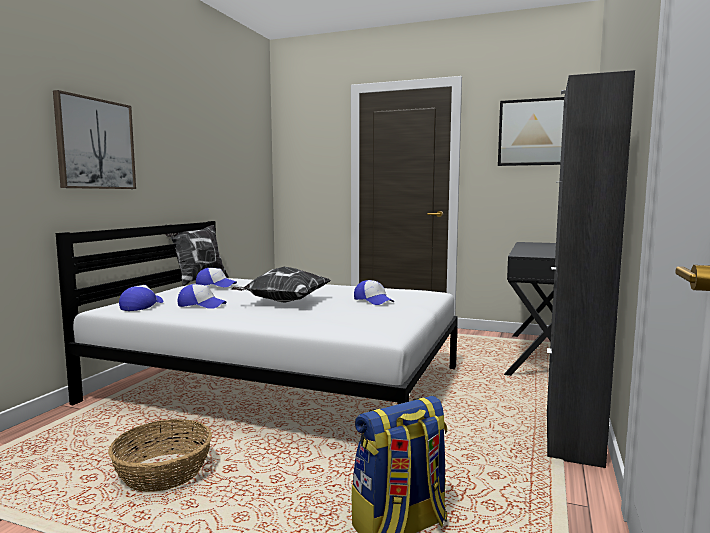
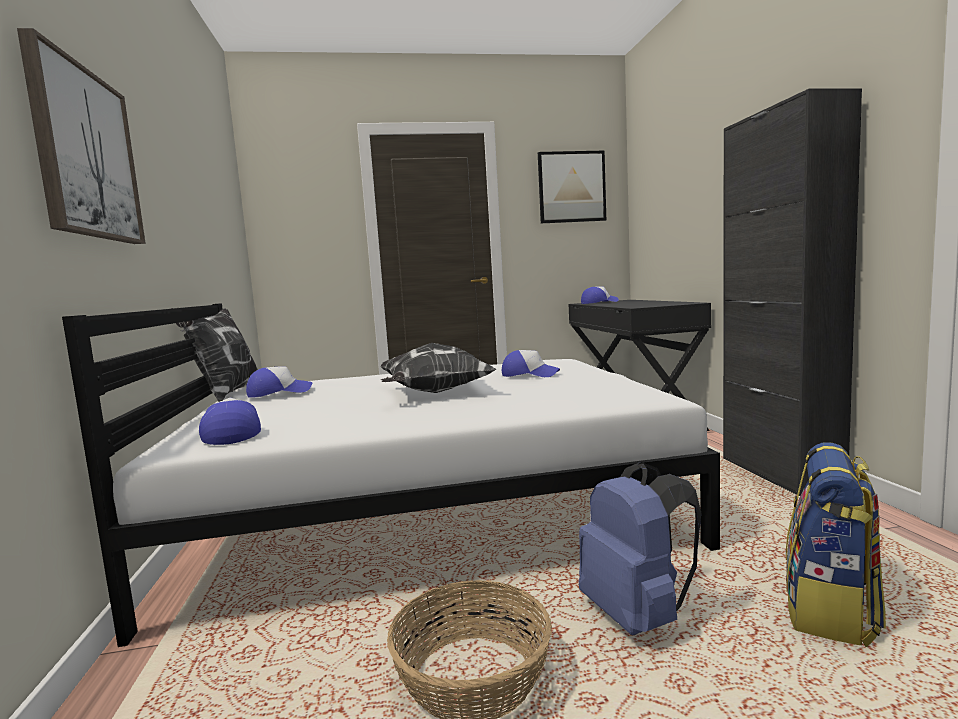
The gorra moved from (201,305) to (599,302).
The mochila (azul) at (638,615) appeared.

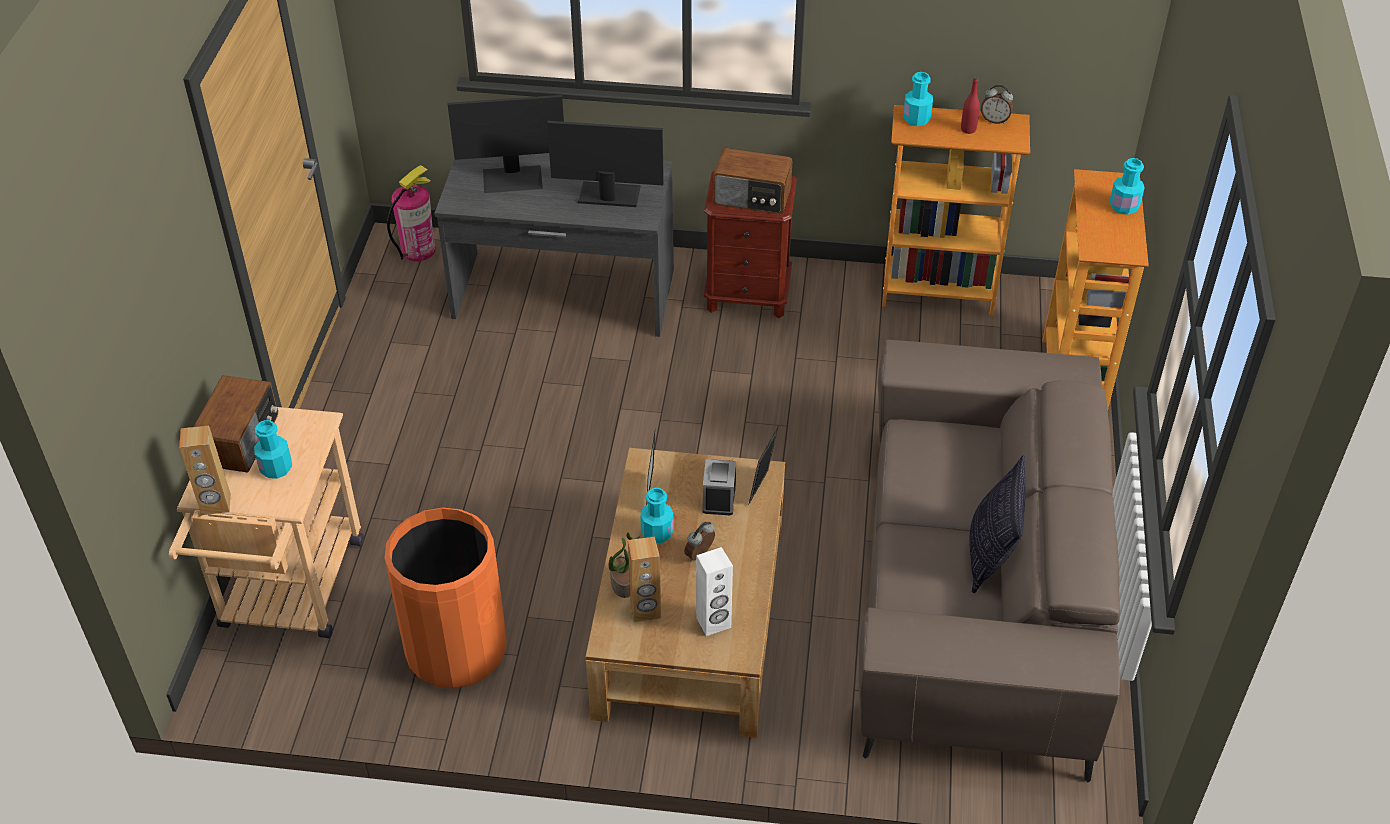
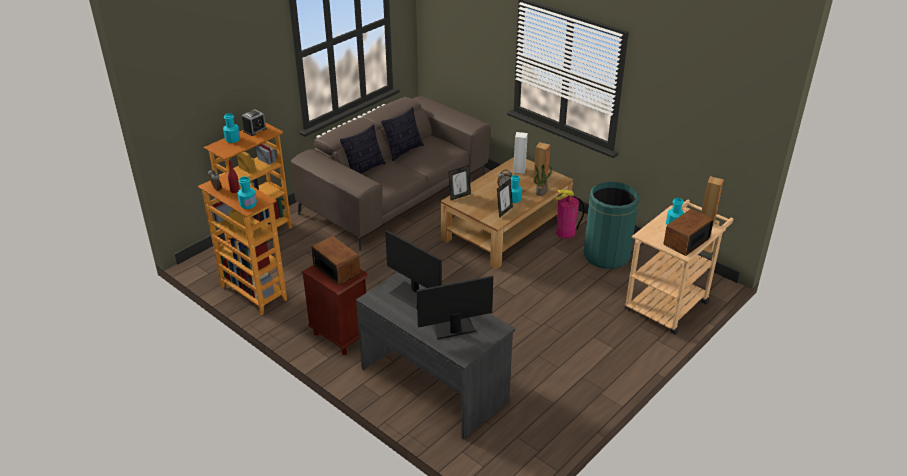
The monitor at (513,178) turned 45 degrees counterclockwise.
The extintor moved from (418,249) to (565,233).
The despertador moved from (719,498) to (255,130).
The papelera (naranja) at (456,648) became the papelera (verde) at (606,255).
The cojín at (364,169) appeared.

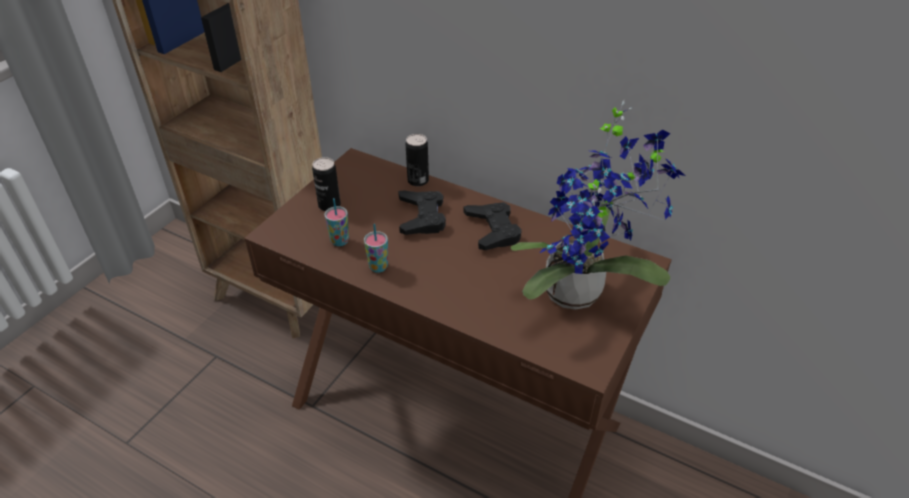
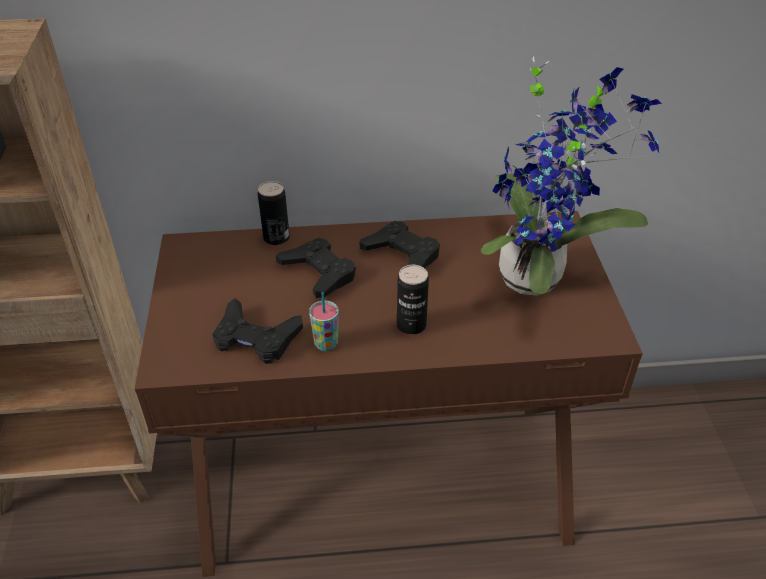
The lata moved from (329,205) to (411,325).
The taza at (340,241) was replaced by the mando de consola (negro) at (256,338).

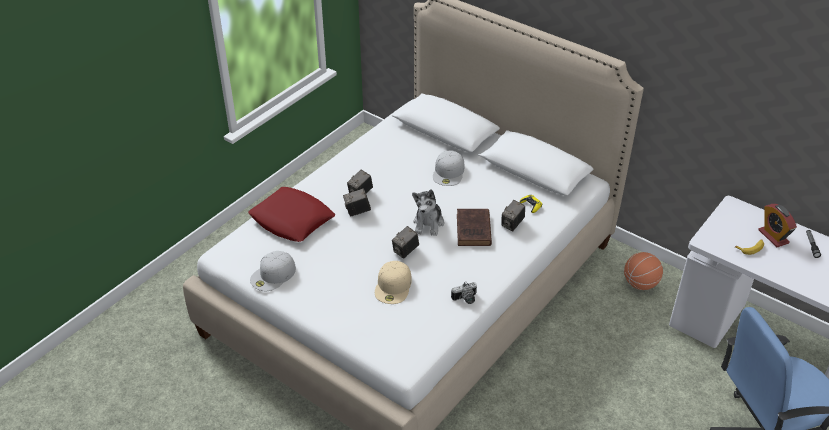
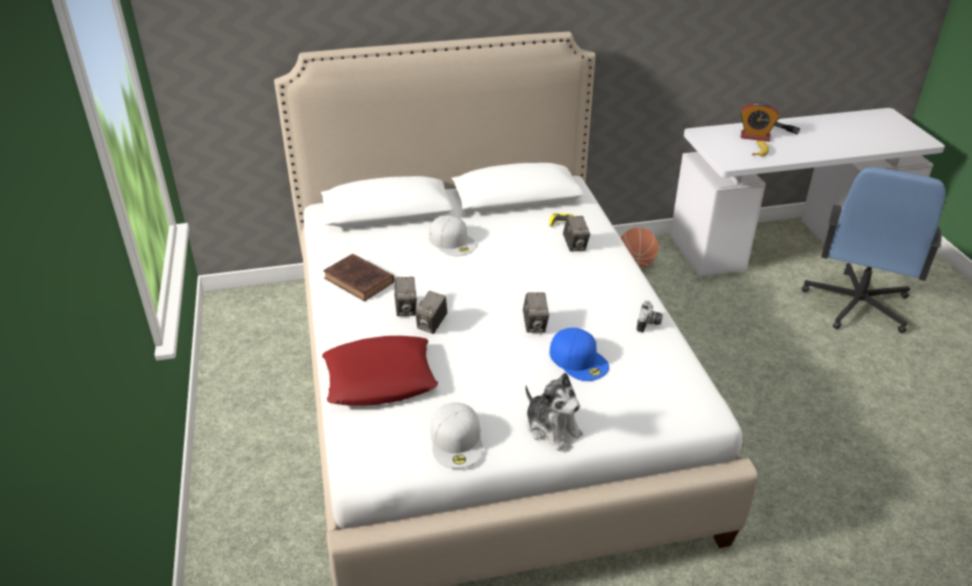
The peluche moved from (428,223) to (552,428).
The libro (marrón) moved from (473,231) to (360,281).
The gorra (beis) at (393,286) became the gorra (azul) at (579,360).

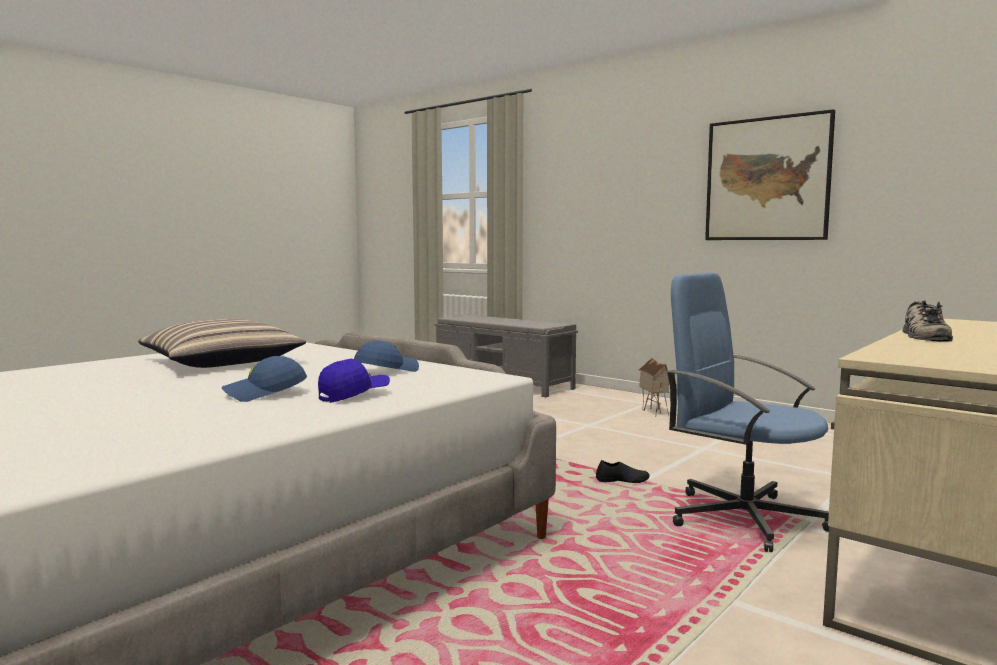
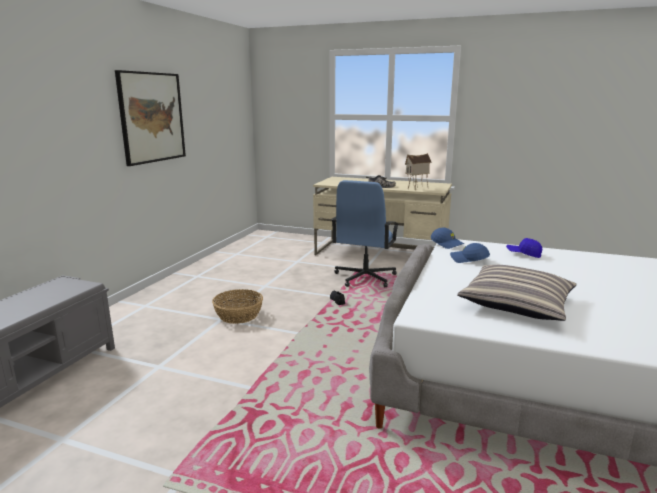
The gorra (azul) moved from (265,394) to (447,244).
The casita moved from (653,412) to (417,188).
The cesta at (239,315) appeared.

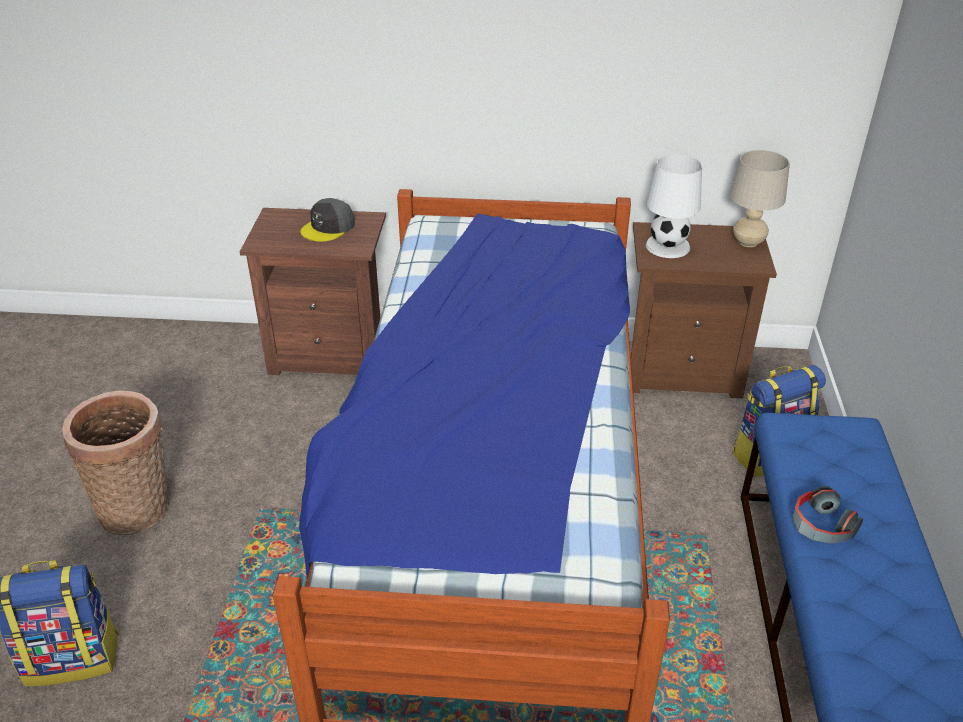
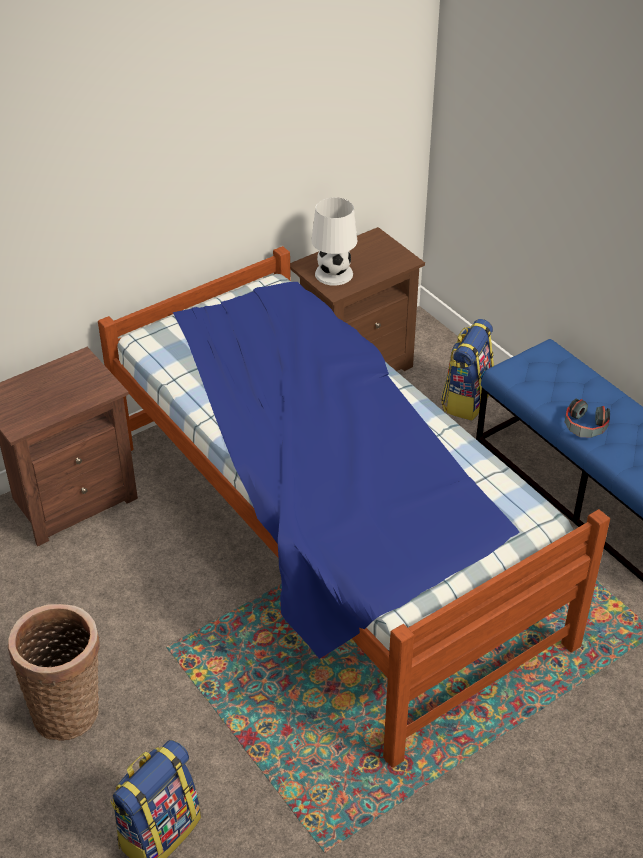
The lámpara de mesa (beis) at (748,242) disappeared.
The gorra (gris) at (328,227) disappeared.

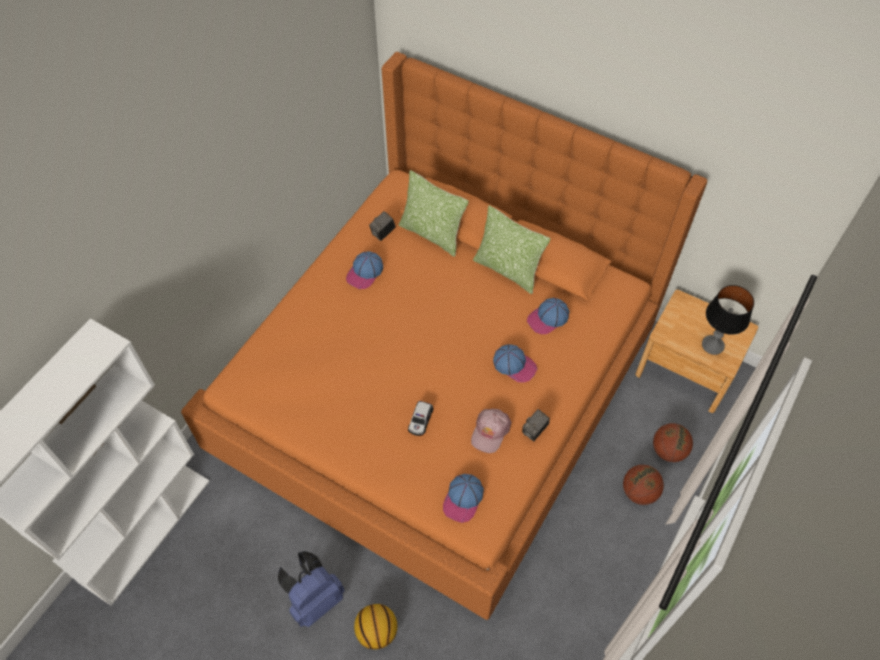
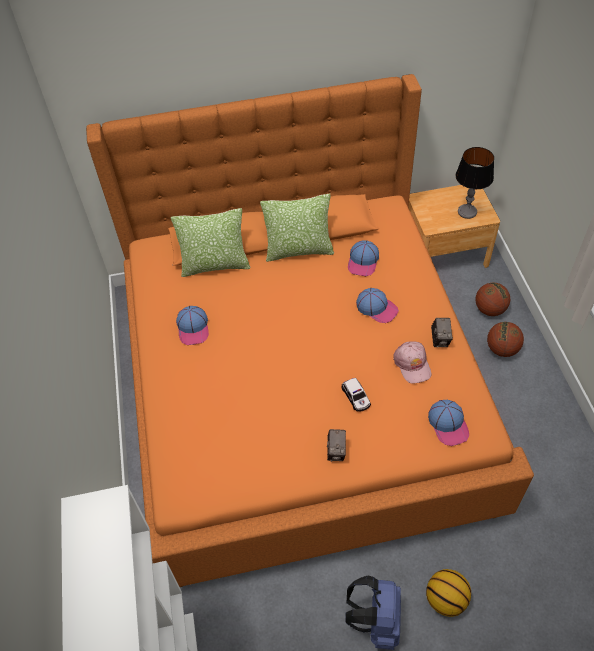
The cámara moved from (383,233) to (336,451).
The gorra at (514,365) turned 45 degrees clockwise.

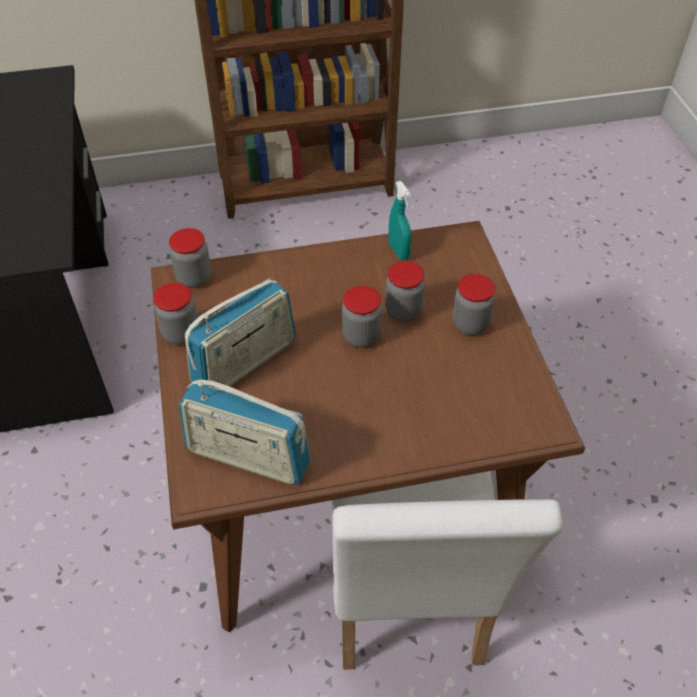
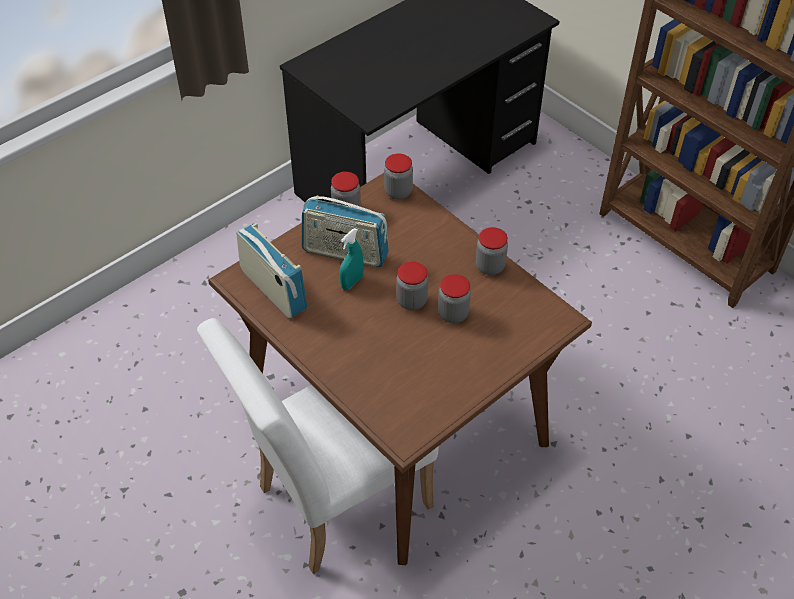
The pulverizador (turquesa) moved from (398,251) to (352,282).
The tarro moved from (470,324) to (490,266).
The radio at (248,457) turned 150 degrees clockwise.

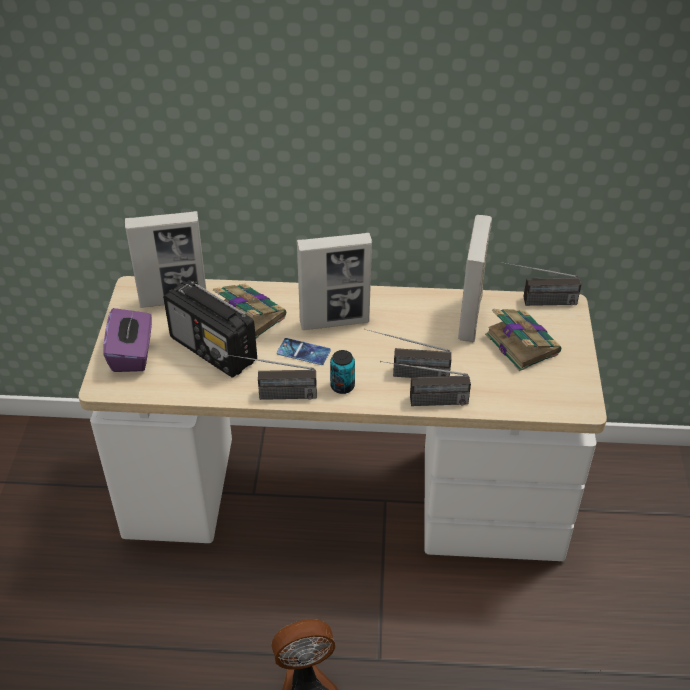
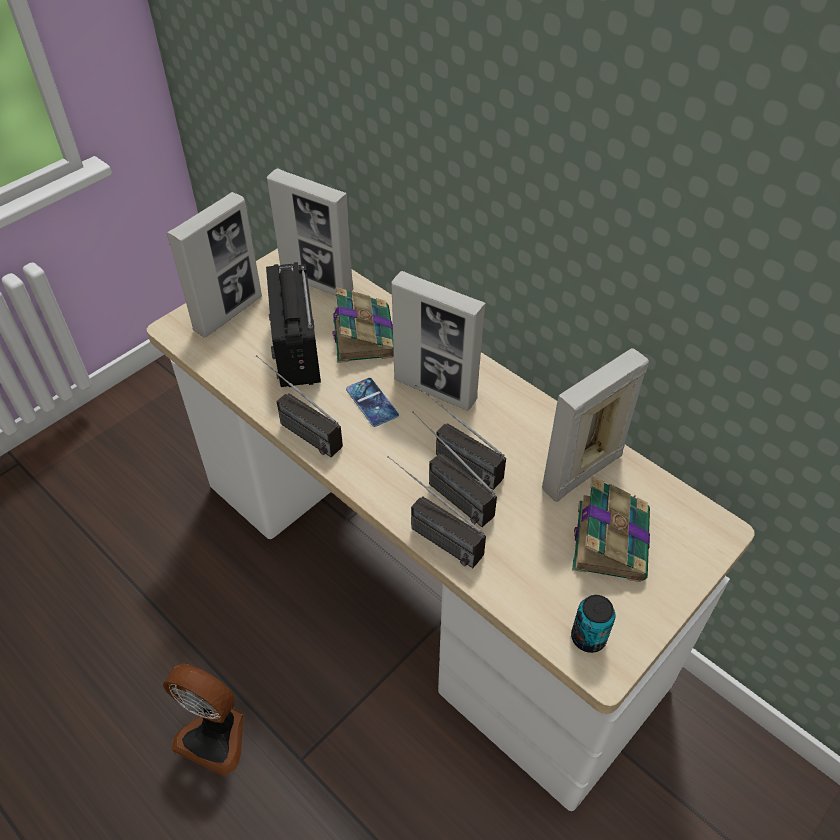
The radio moved from (536,302) to (452,458).
The caja de pañuelos (morado) at (132,354) was replaced by the portarretratos at (228,313).
The lata moved from (342,386) to (588,637).

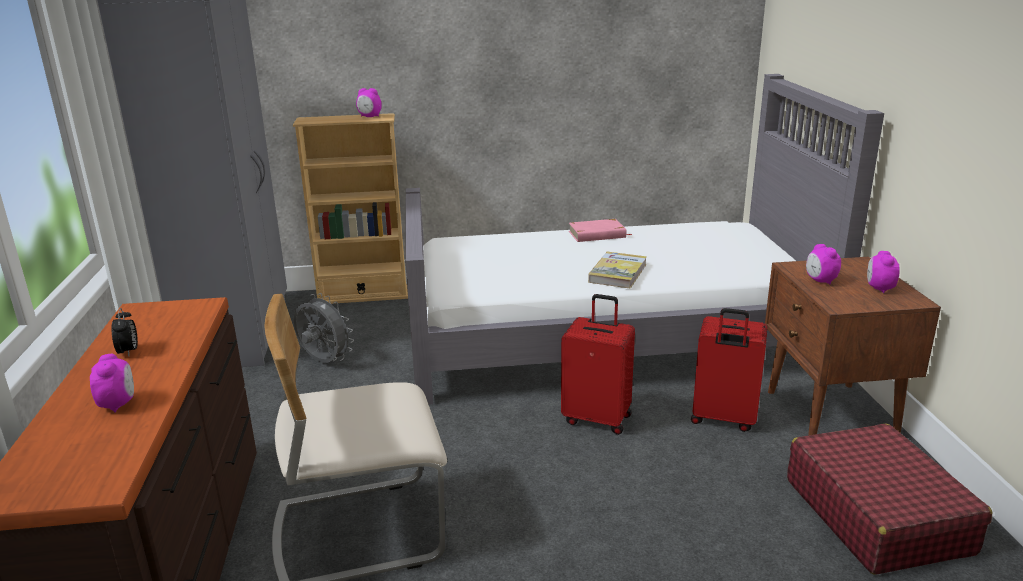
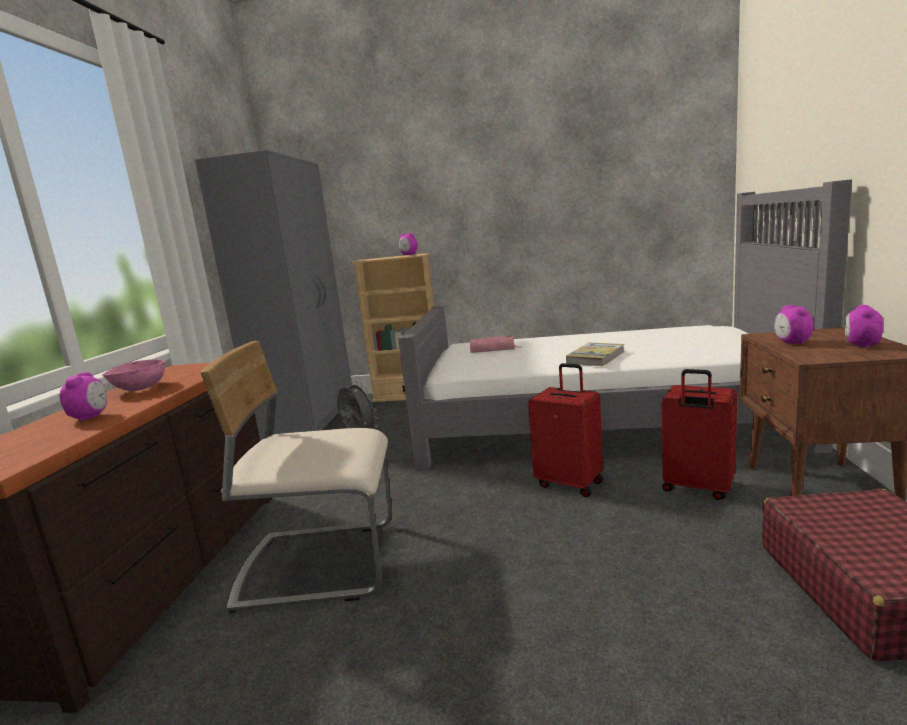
The libro (rosa) moved from (597,234) to (492,348).
The despertador at (129,352) was replaced by the cuenco (rosa) at (139,389).

